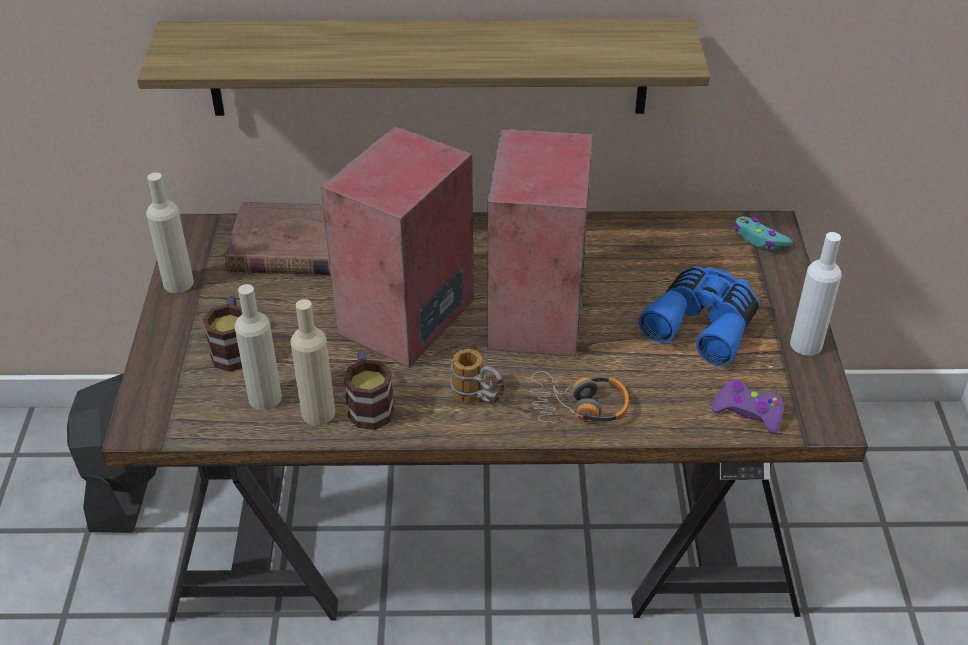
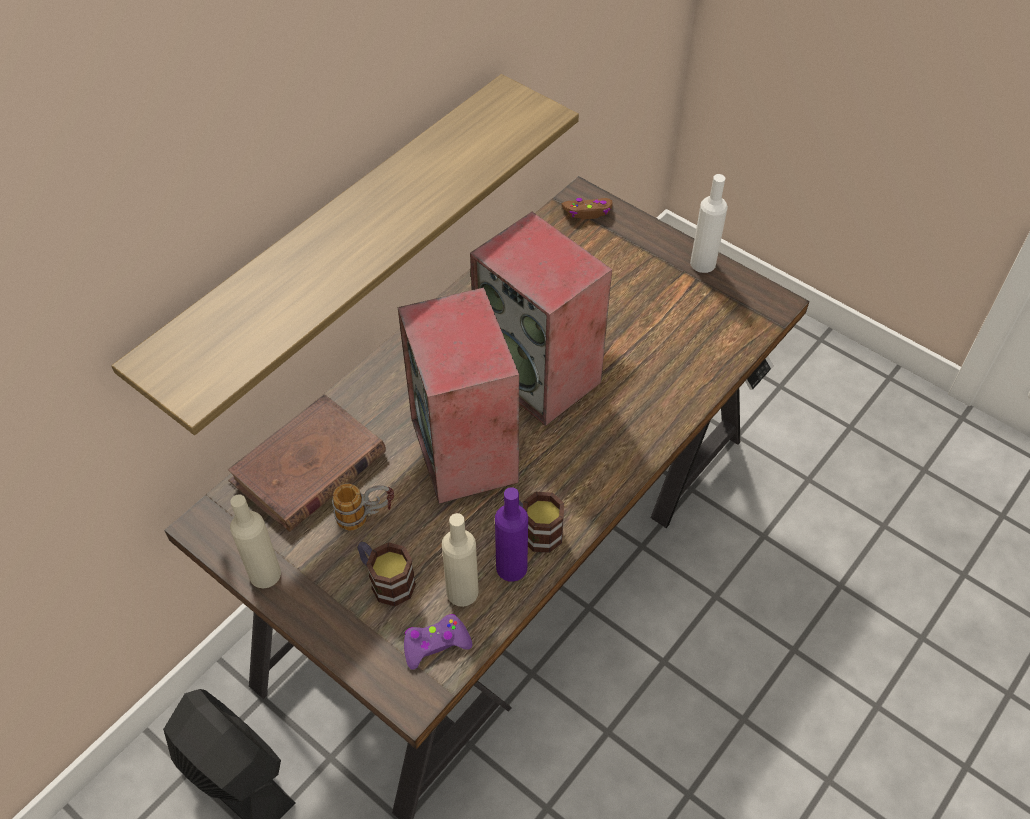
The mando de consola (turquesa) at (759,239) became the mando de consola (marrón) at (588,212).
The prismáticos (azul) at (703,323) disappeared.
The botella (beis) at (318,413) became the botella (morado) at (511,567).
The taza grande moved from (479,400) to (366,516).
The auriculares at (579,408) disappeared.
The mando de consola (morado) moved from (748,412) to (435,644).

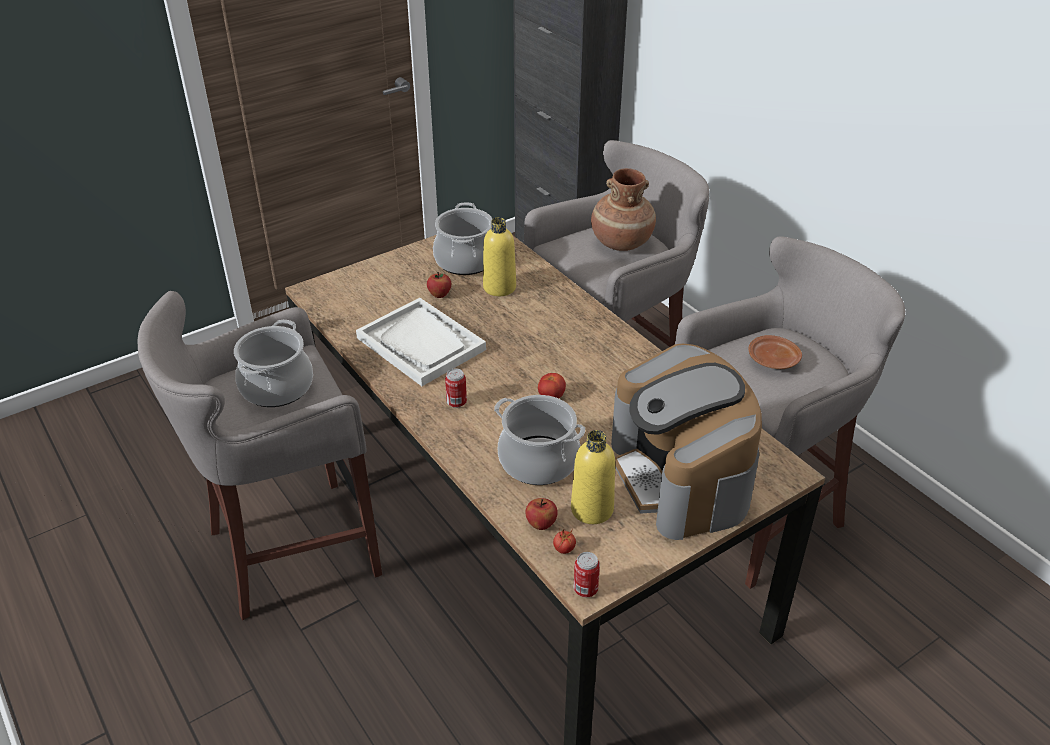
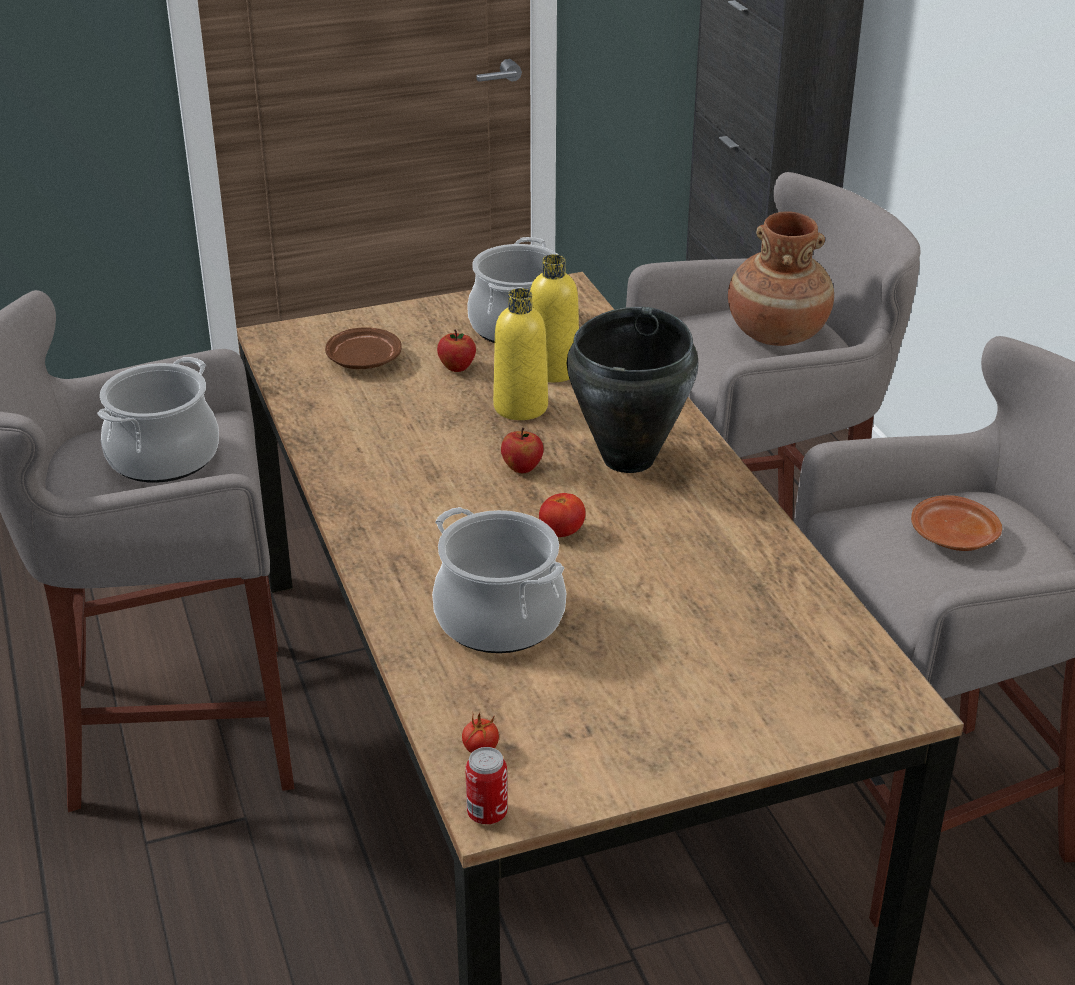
The bandeja (blanco) at (421,344) disappeared.
The cafetera at (681,477) disappeared.
The lata at (456,402) disappeared.
The botella (amarillo) moved from (592,509) to (520,407).
The manzana moved from (541,524) to (522,468).
The olla (negro) at (630,459) appeared.
The plato (marrón) at (363,360) appeared.

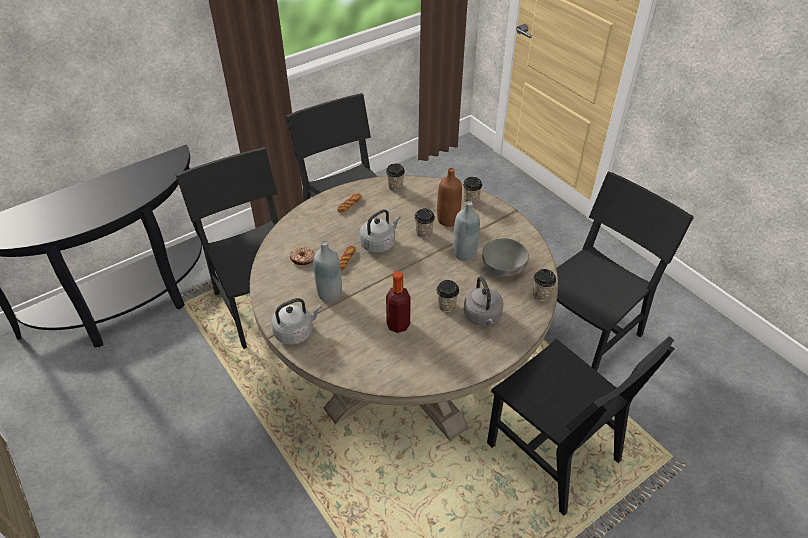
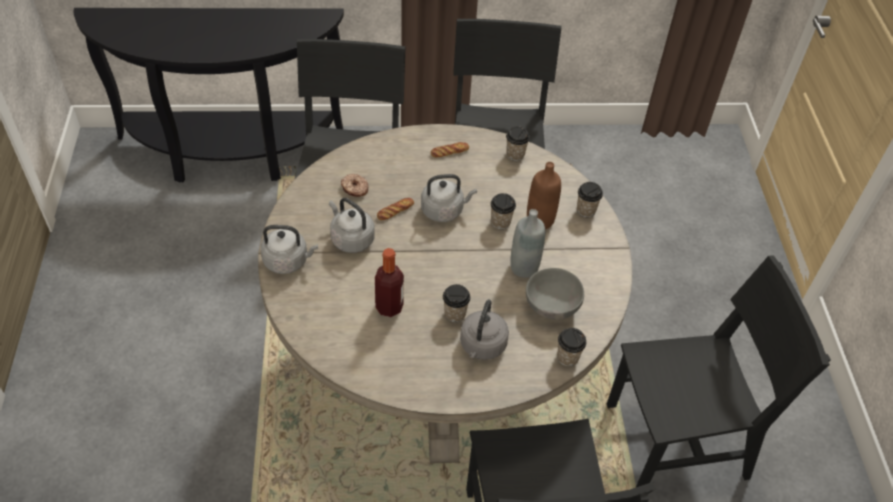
The botella (gris) at (330,294) was replaced by the hervidor (gris) at (351,239).

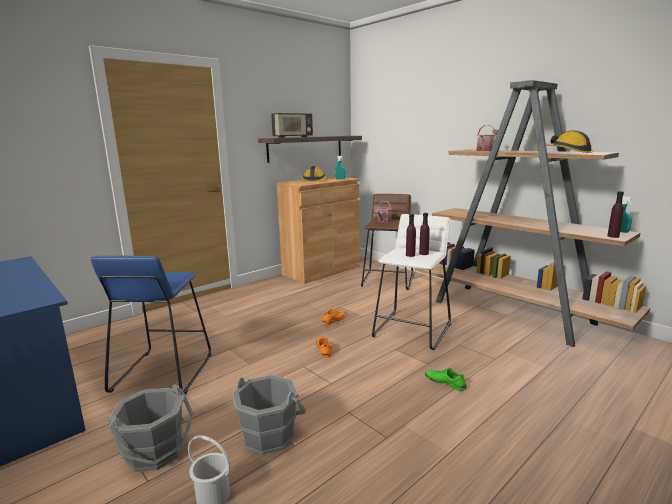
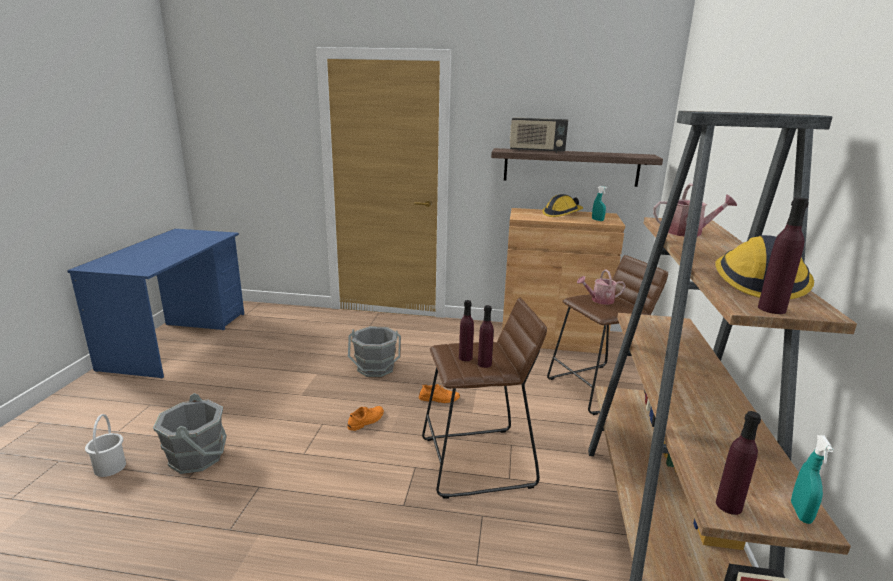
The taburete (blanco) at (412,330) became the taburete (marrón) at (477,462).
The taburete (azul) at (163,372) disappeared.
The zapato (verde) at (445,382) disappeared.
The cubo (gris) moved from (155,452) to (376,368).
The botella (morado) at (771,309) appeared.

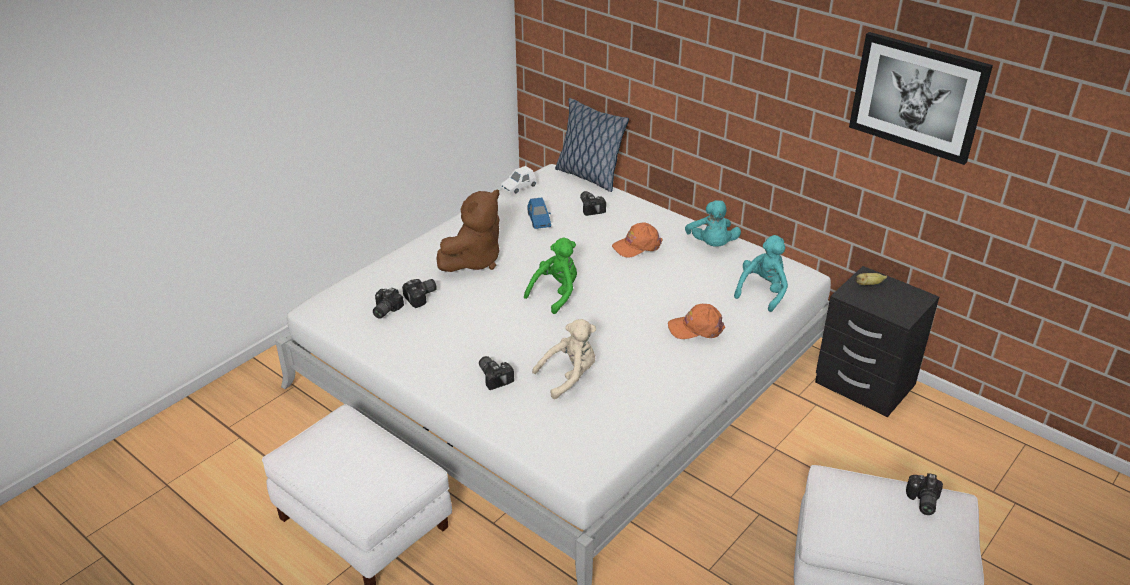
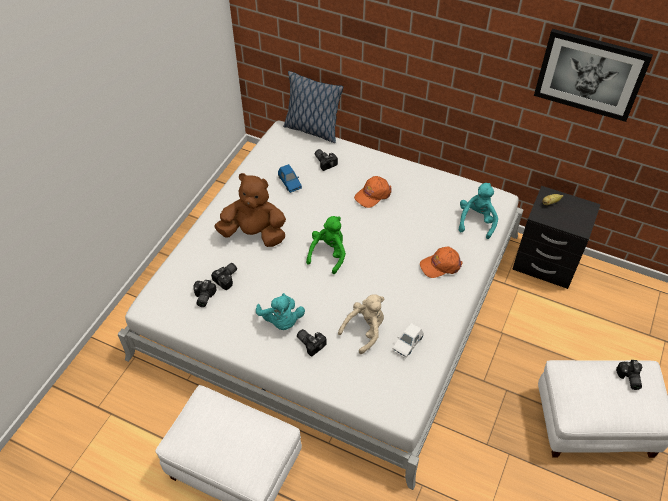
The coche de juguete (blanco) moved from (519,187) to (407,343).
The peluche (marrón) at (474,260) turned 105 degrees counterclockwise.
The peluche (turquesa) moved from (711,245) to (281,321).

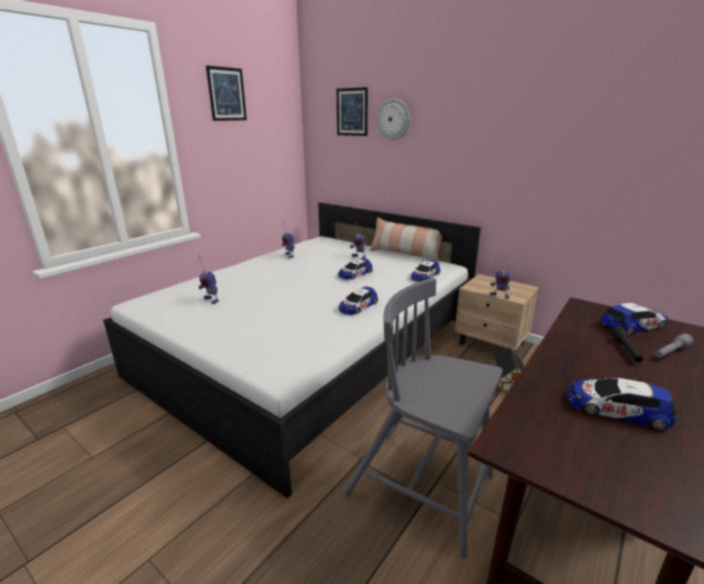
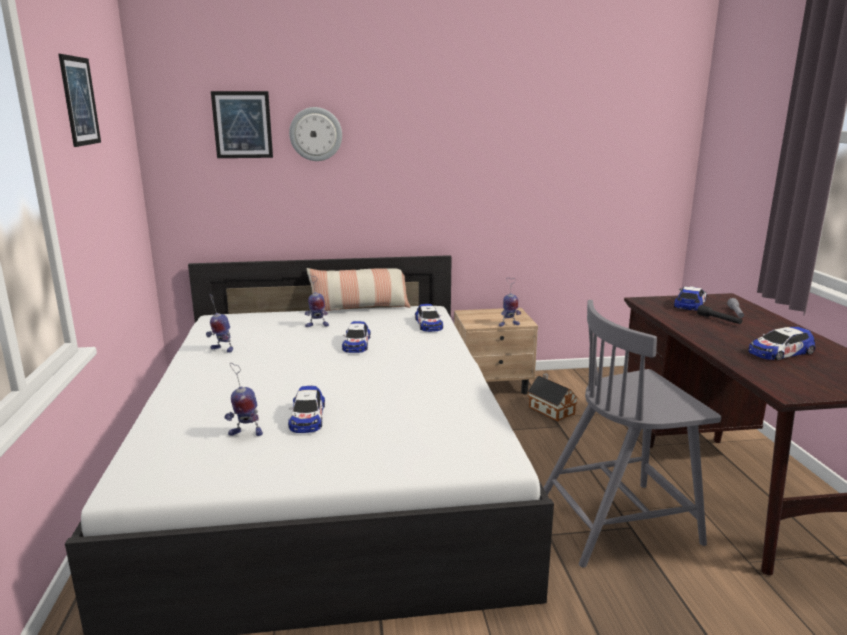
The coche de juguete moved from (358,306) to (307,417).

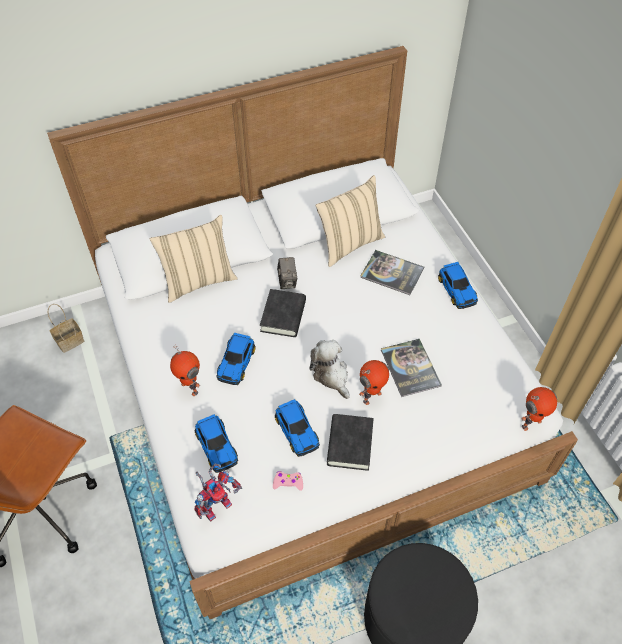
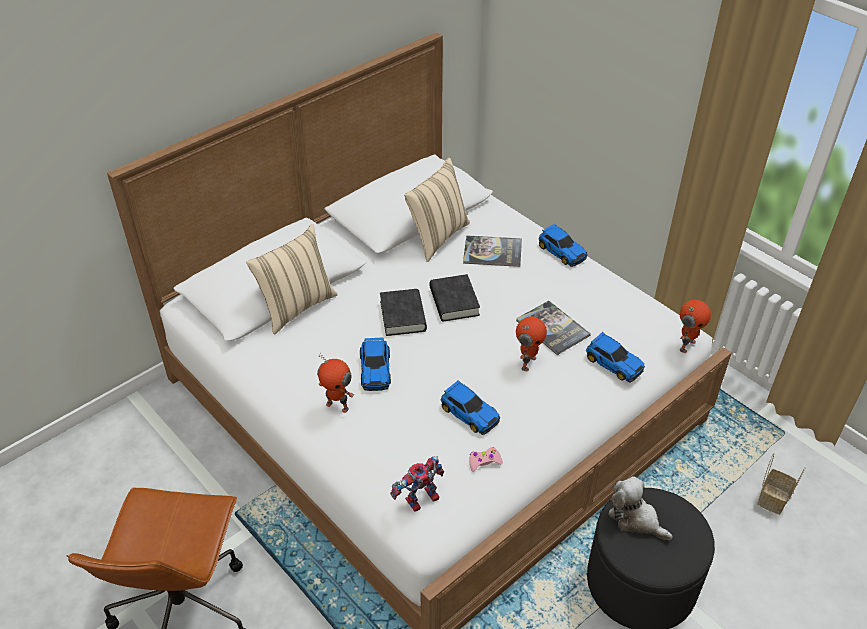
The cámara at (287,281) disappeared.
The cesta moved from (70,340) to (772,498).
The peluche moved from (331,375) to (635,519).
The coche de juguete moved from (216,445) to (613,362).
The libro (negro) moved from (350,444) to (454,302).
The robot de juguete at (217,503) turned 150 degrees counterclockwise.

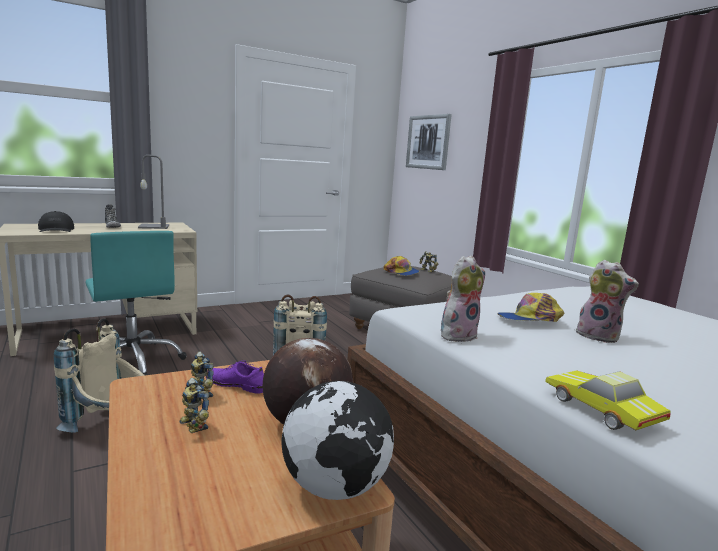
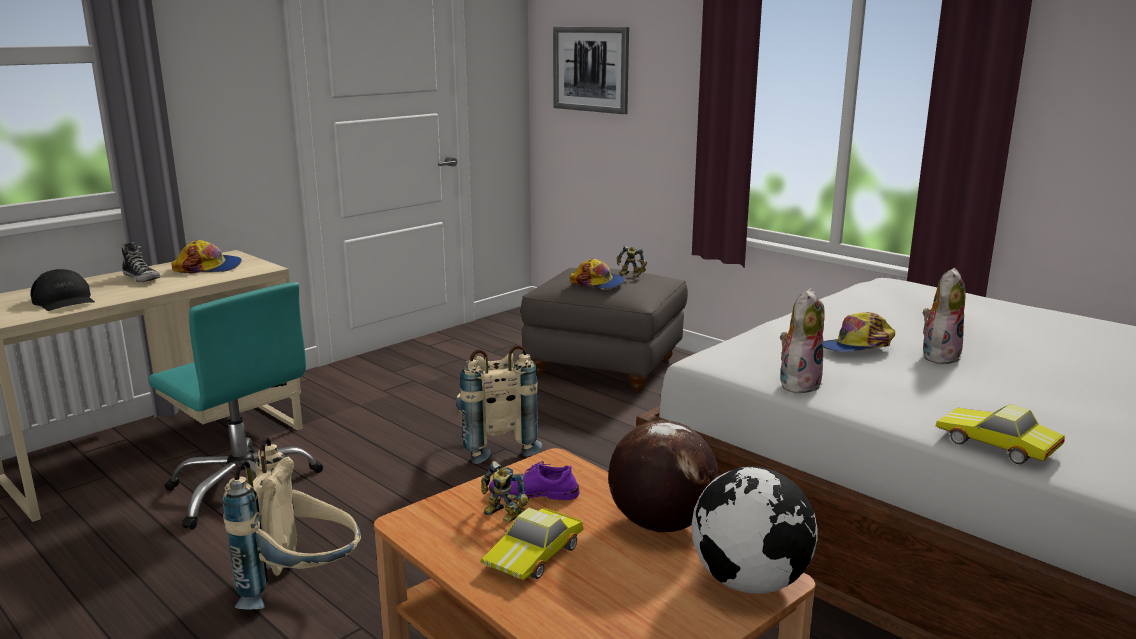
The lámpara de mesa (gris) at (155,226) was replaced by the gorra at (209,267).
The peluche at (599,336) turned 75 degrees counterclockwise.
The robot de juguete at (191,426) was replaced by the coche de juguete at (536,555).

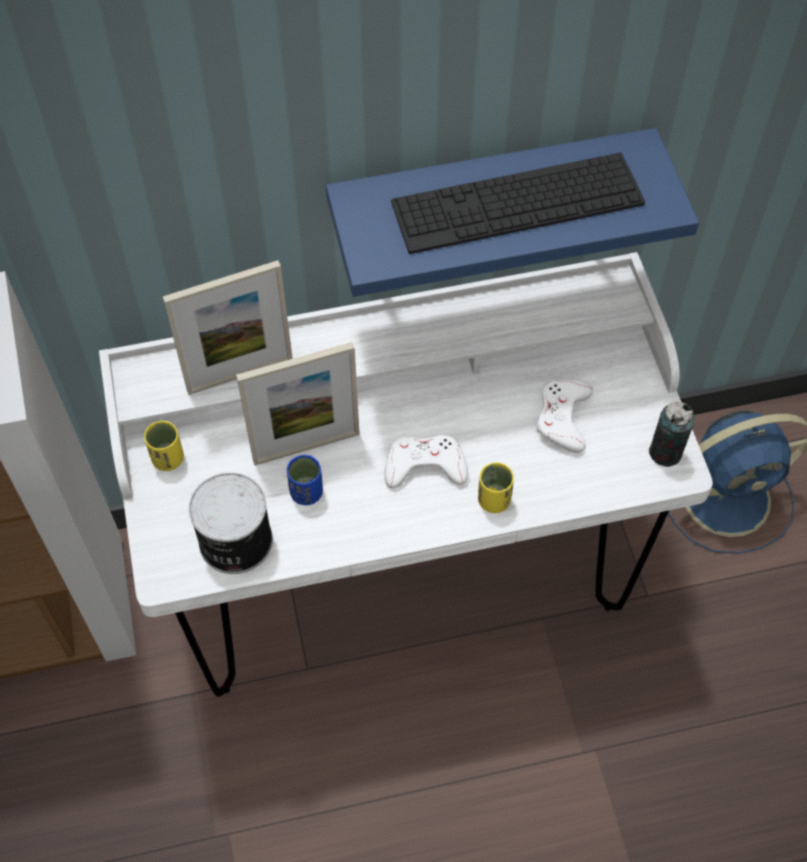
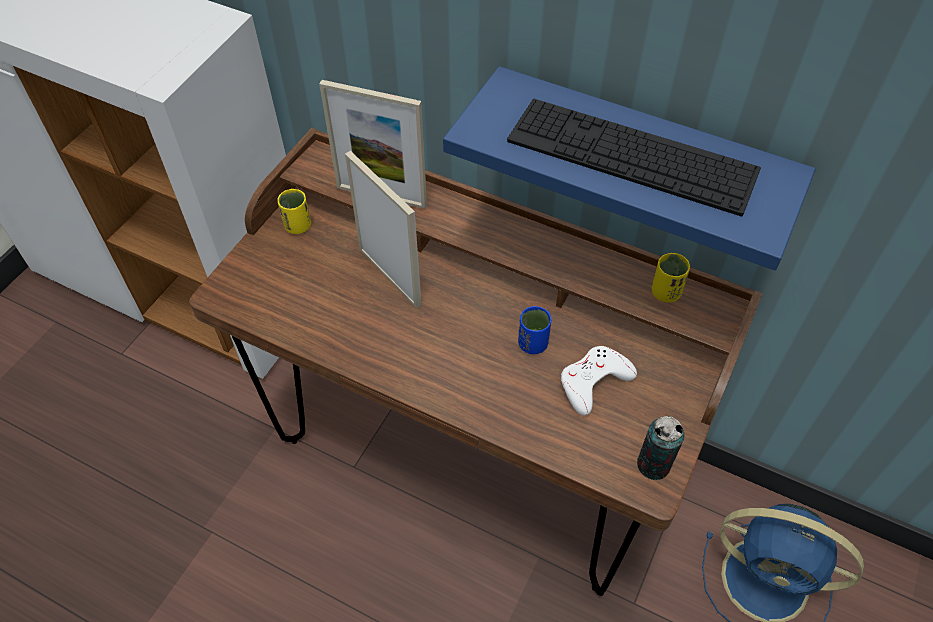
The escritorio (blanco) at (402,578) became the escritorio (marrón) at (467,456).
The portarretratos at (306,447) turned 150 degrees counterclockwise.
The mando de consola (blanco) at (424,466) disappeared.
The taza (azul) moved from (306,492) to (532,344).
The taza (amarillo) moved from (494,500) to (665,292).
The lata at (234,542) disappeared.

